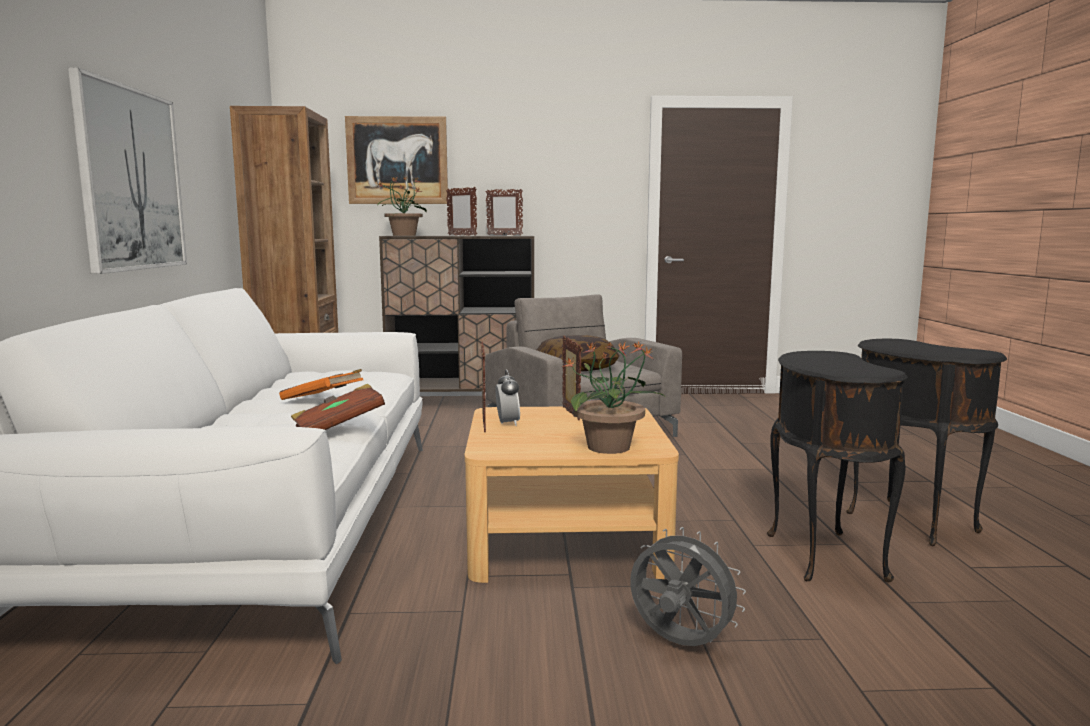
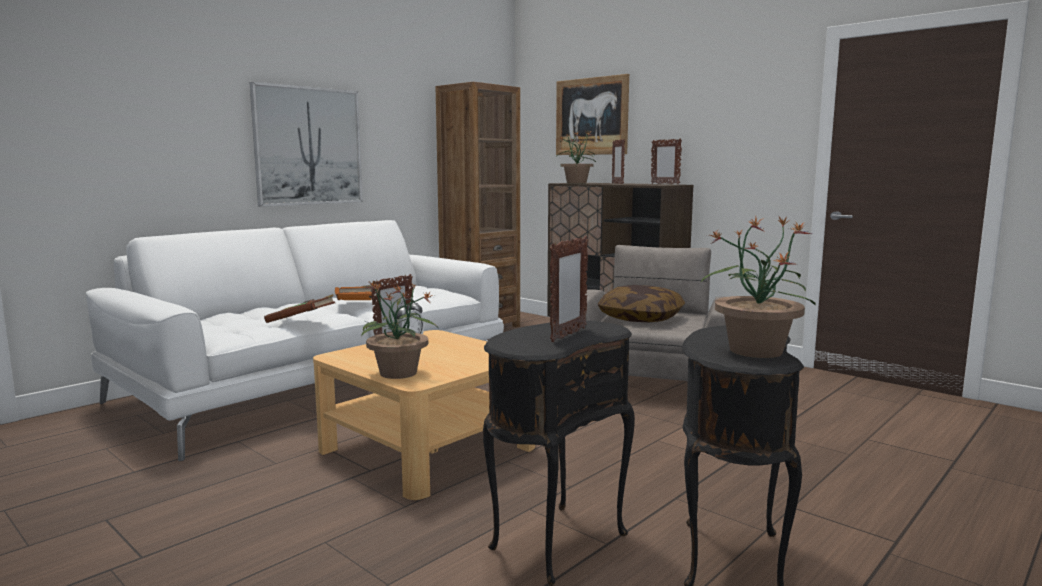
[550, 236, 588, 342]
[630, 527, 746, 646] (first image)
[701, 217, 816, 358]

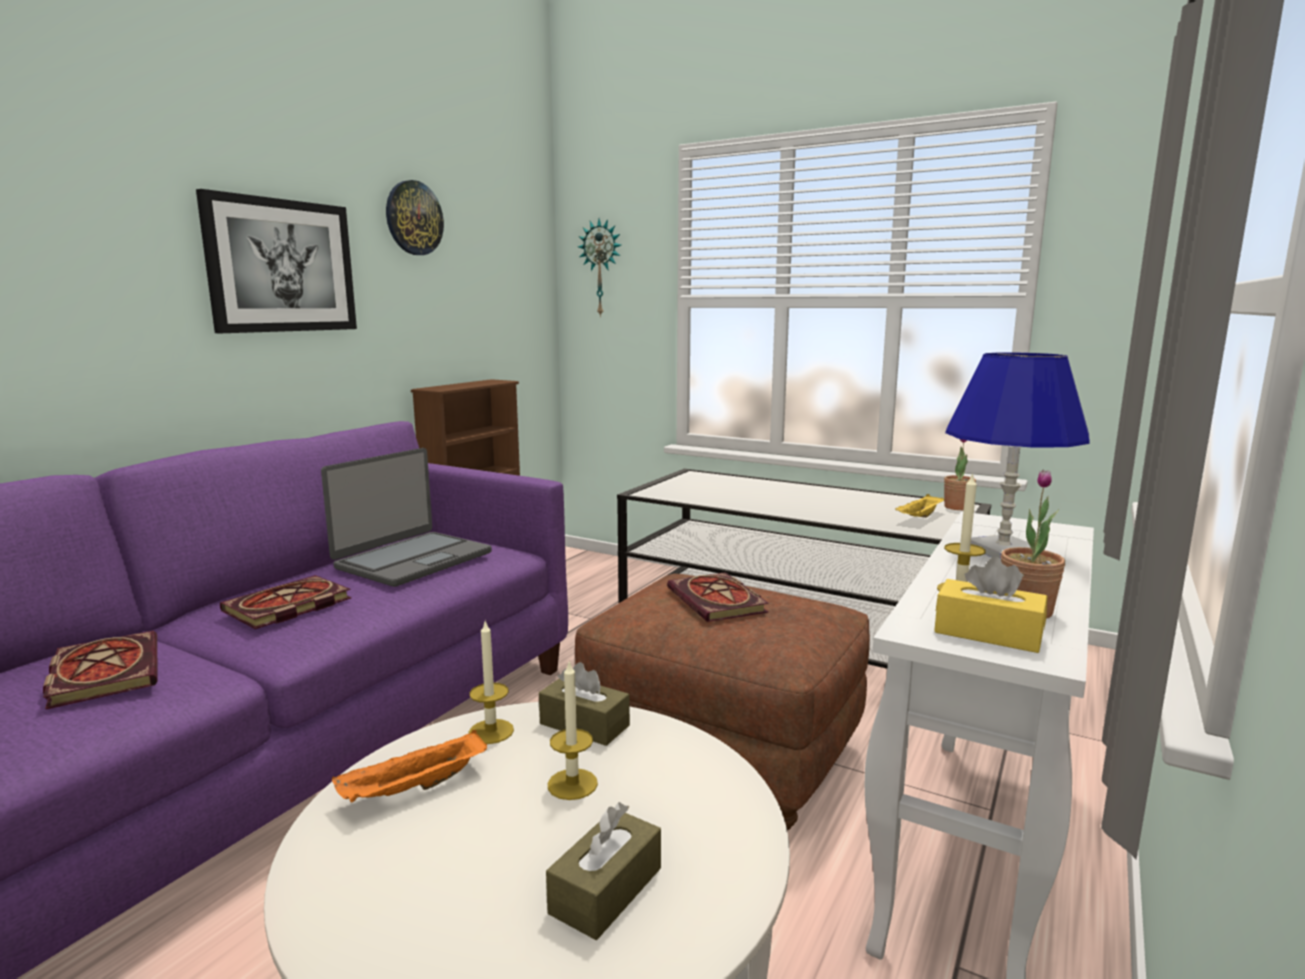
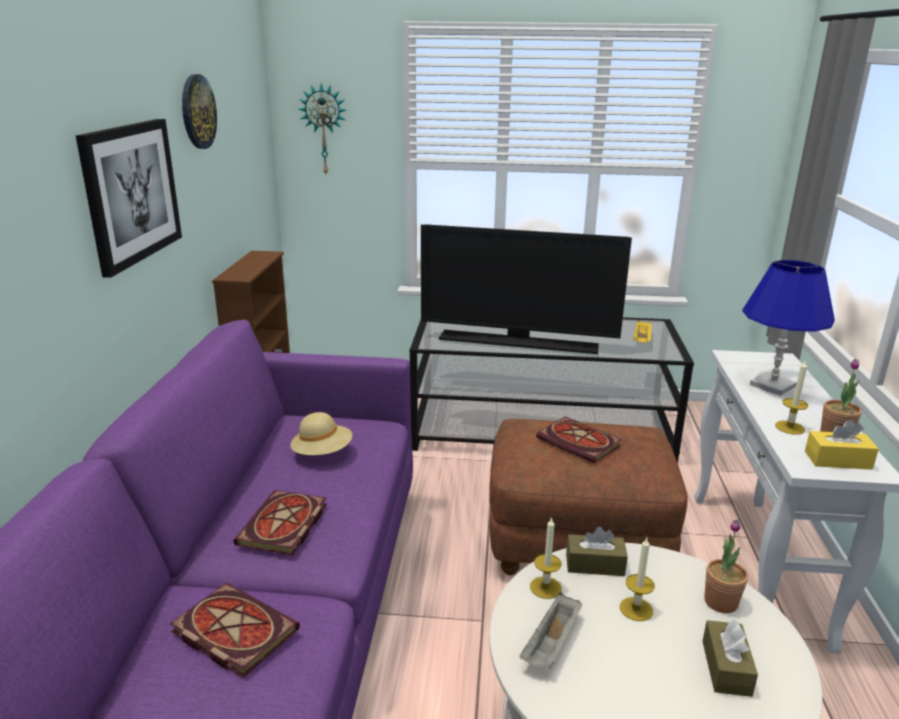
[290, 412, 352, 455]
[519, 593, 582, 668]
[704, 520, 748, 613]
[421, 224, 632, 354]

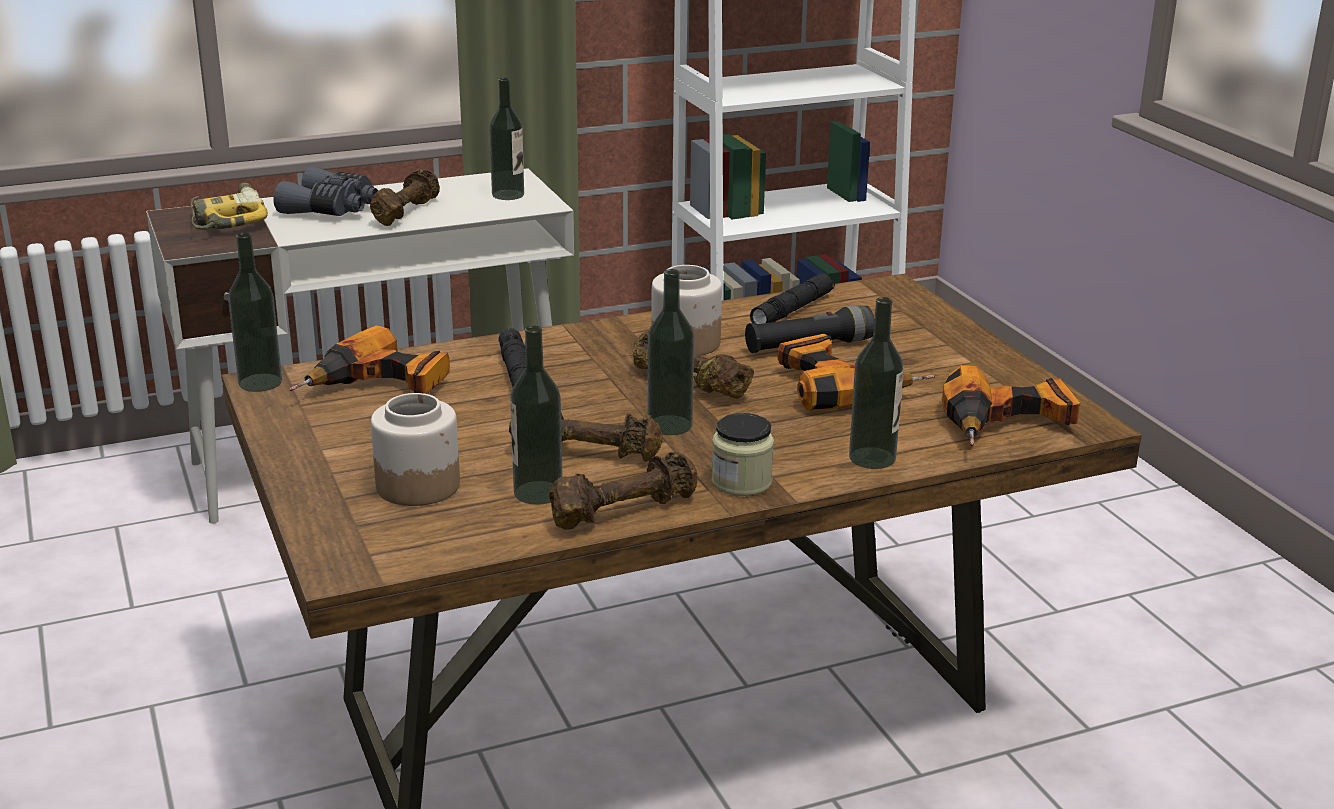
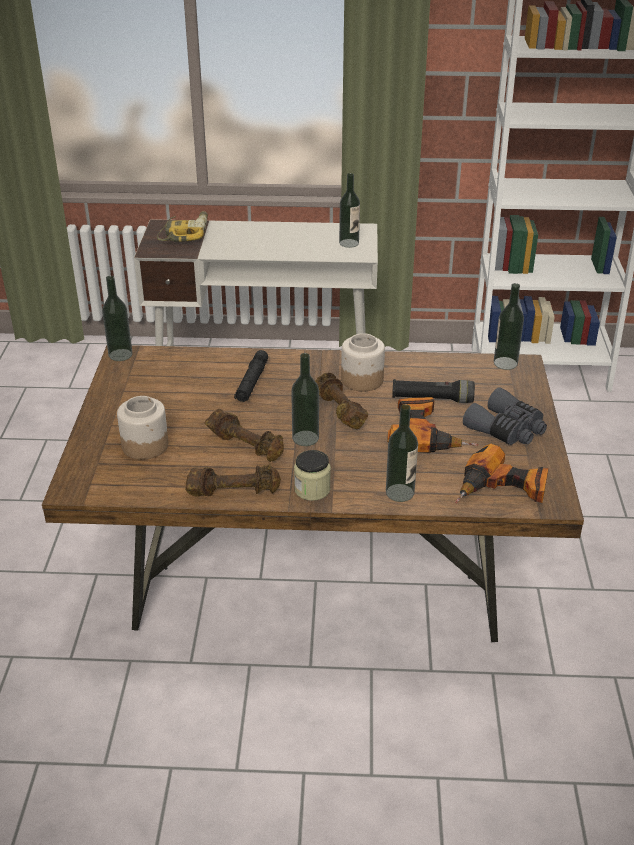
[463, 387, 547, 445]
[289, 325, 450, 394] (first image)
[370, 169, 440, 226] (first image)
[494, 283, 524, 370]
[750, 274, 835, 325] (first image)

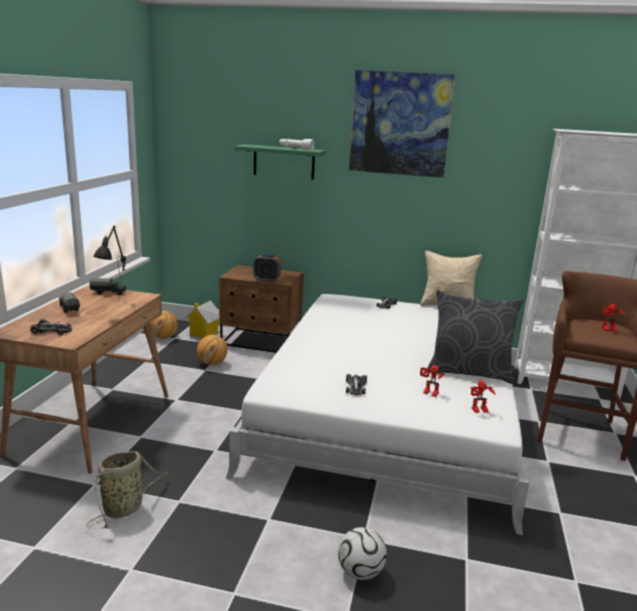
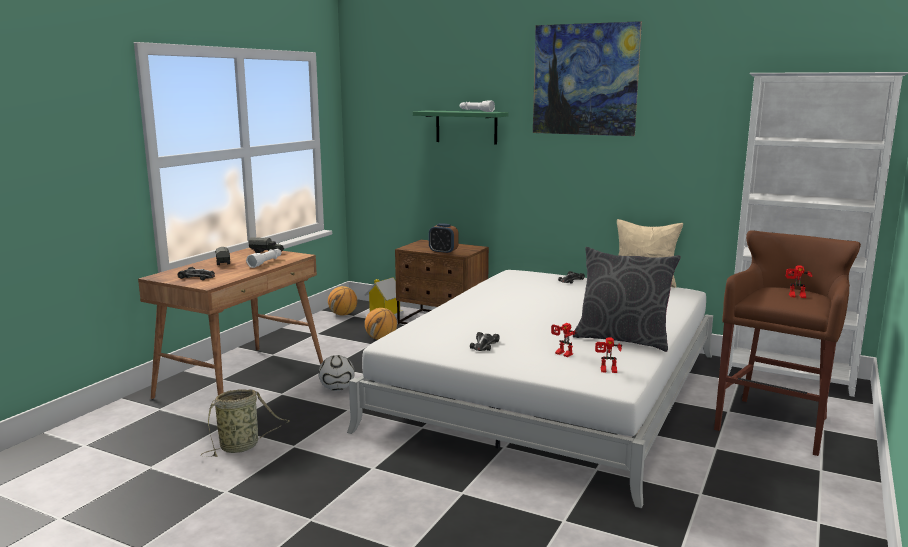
[246, 249, 281, 268]
[319, 355, 355, 391]

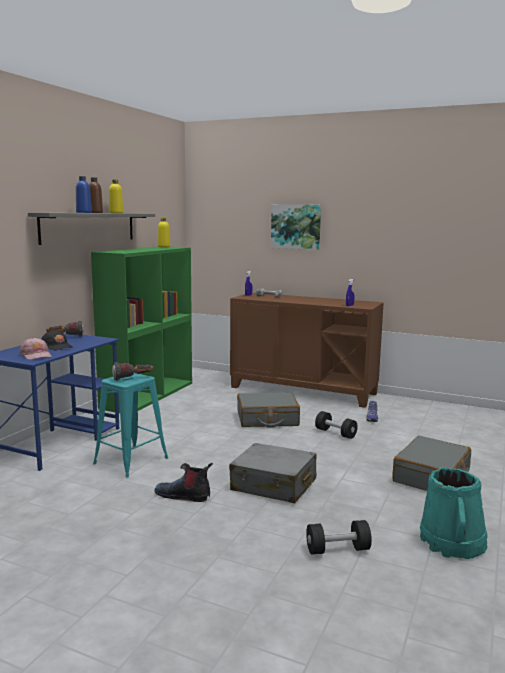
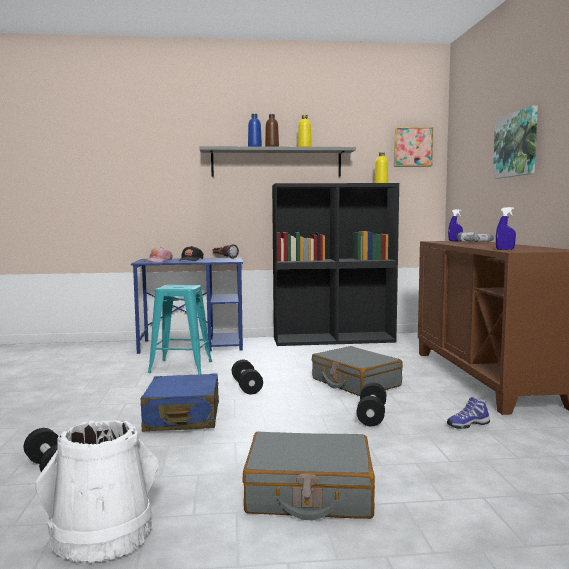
[272, 183, 399, 346]
[112, 362, 153, 381] (first image)
[154, 463, 213, 502] (first image)
[140, 373, 219, 431]
[35, 420, 159, 563]
[232, 360, 263, 395]
[394, 127, 433, 167]

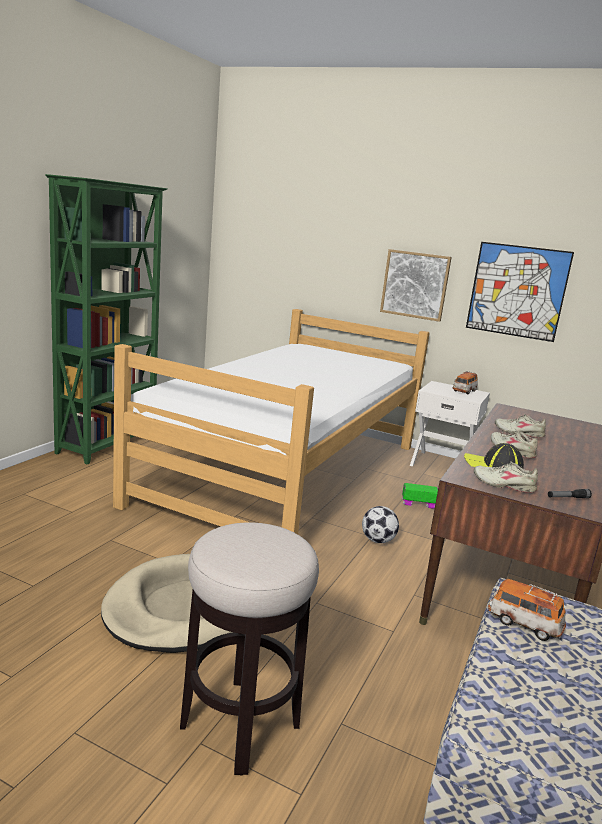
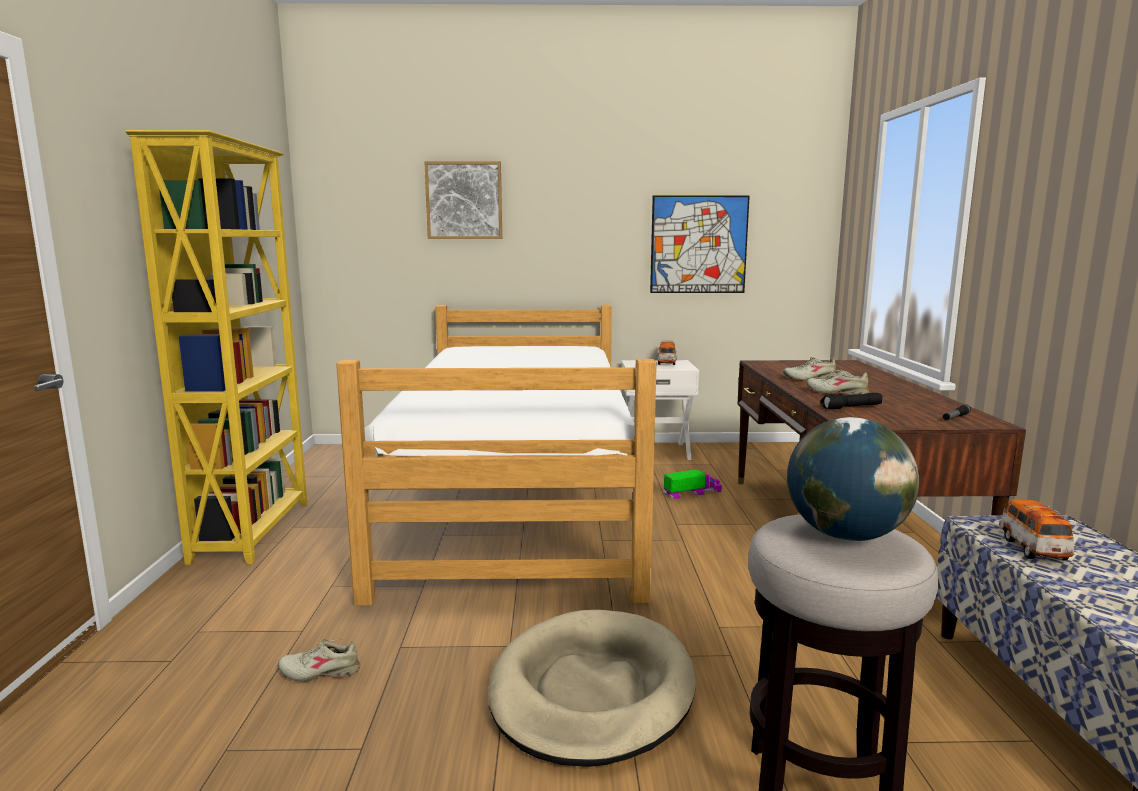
[125, 130, 308, 565]
[362, 506, 399, 543] (first image)
[424, 161, 502, 239]
[820, 393, 883, 409]
[278, 639, 361, 682]
[999, 499, 1074, 561]
[787, 417, 919, 541]

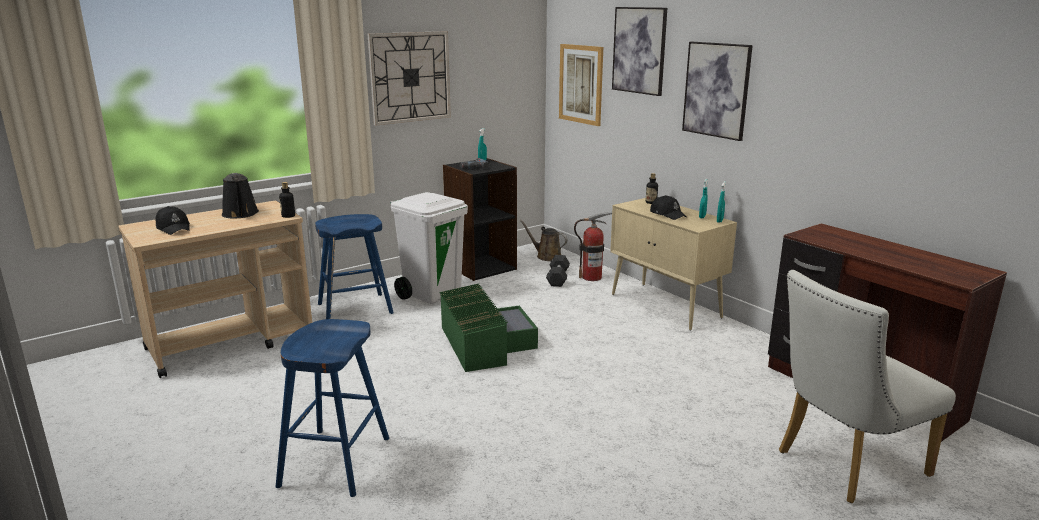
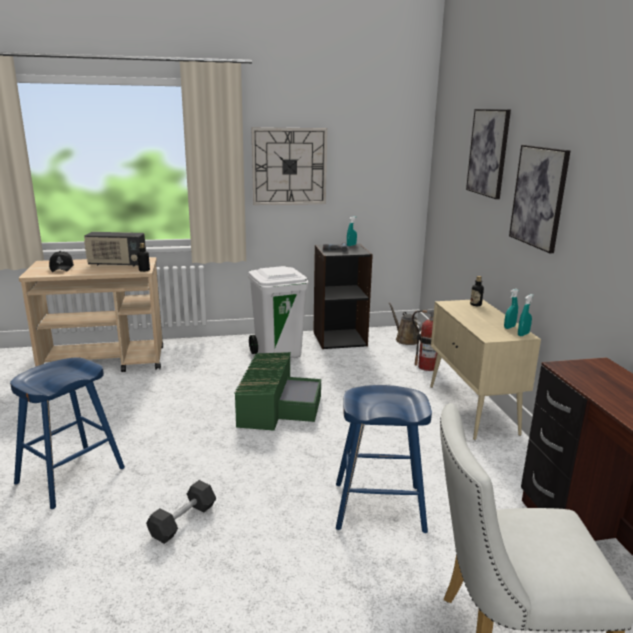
[84, 232, 146, 266]
[336, 385, 432, 533]
[146, 480, 216, 544]
[559, 44, 603, 126] (first image)
[650, 195, 687, 220] (first image)

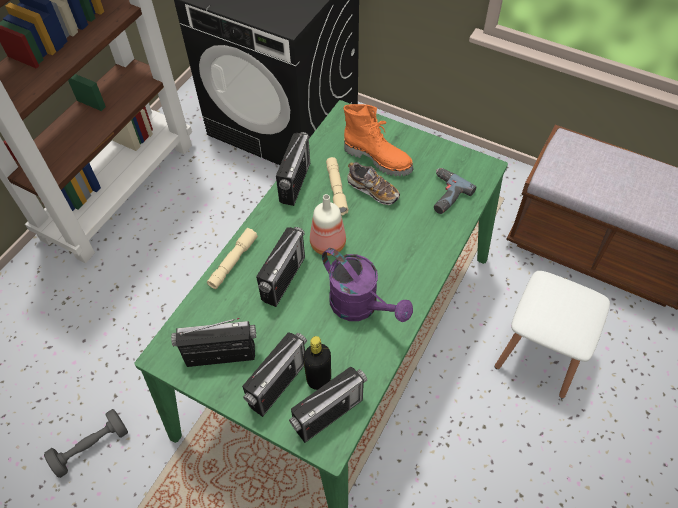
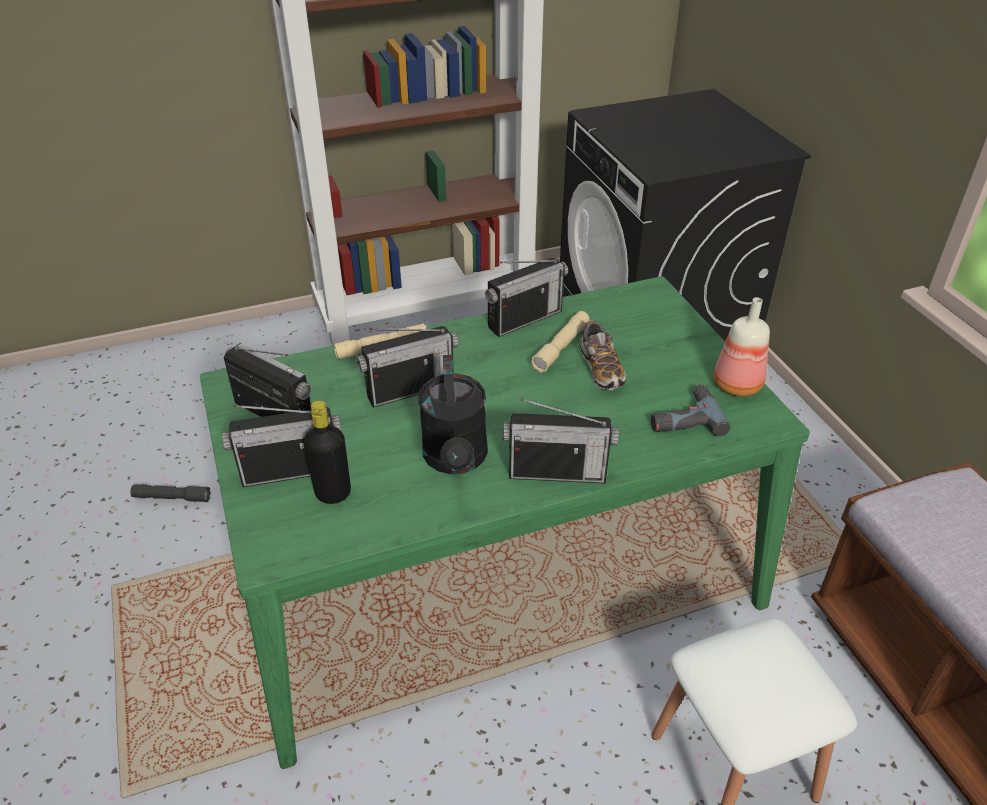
[130, 484, 211, 502]
[503, 399, 618, 483]
[713, 297, 770, 396]
[418, 355, 488, 474]
[343, 104, 413, 176] (first image)

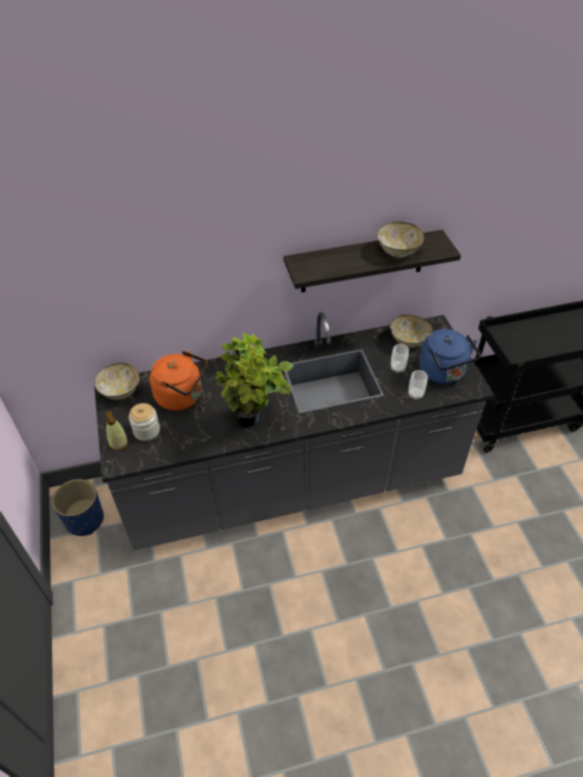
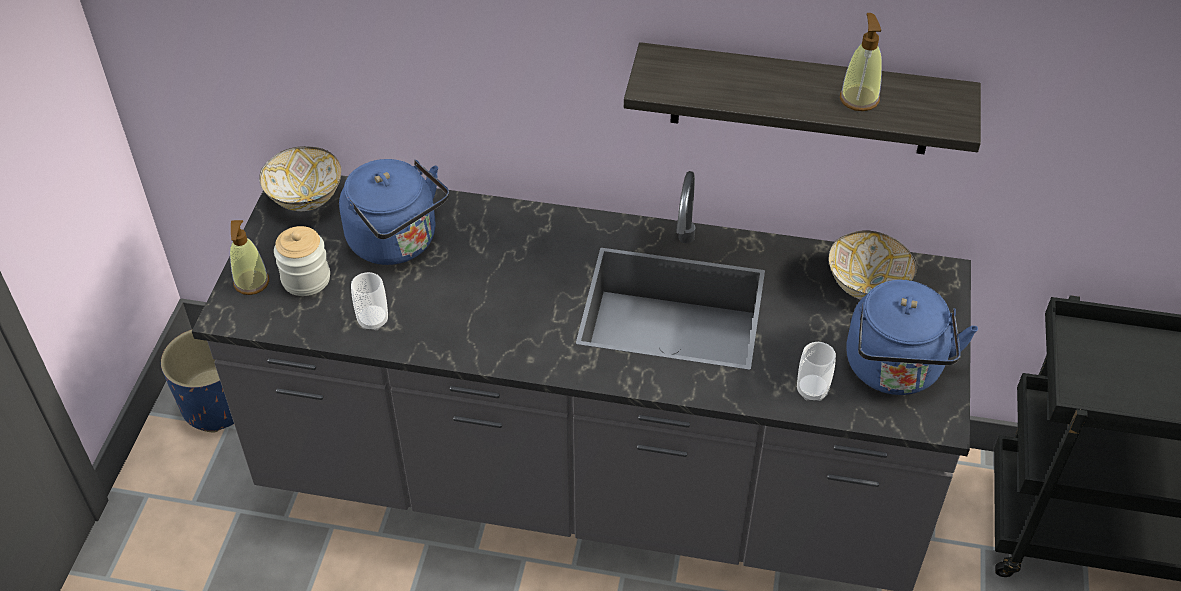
[339, 159, 449, 265]
[216, 332, 293, 427] (first image)
[840, 13, 882, 111]
[351, 272, 388, 330]

